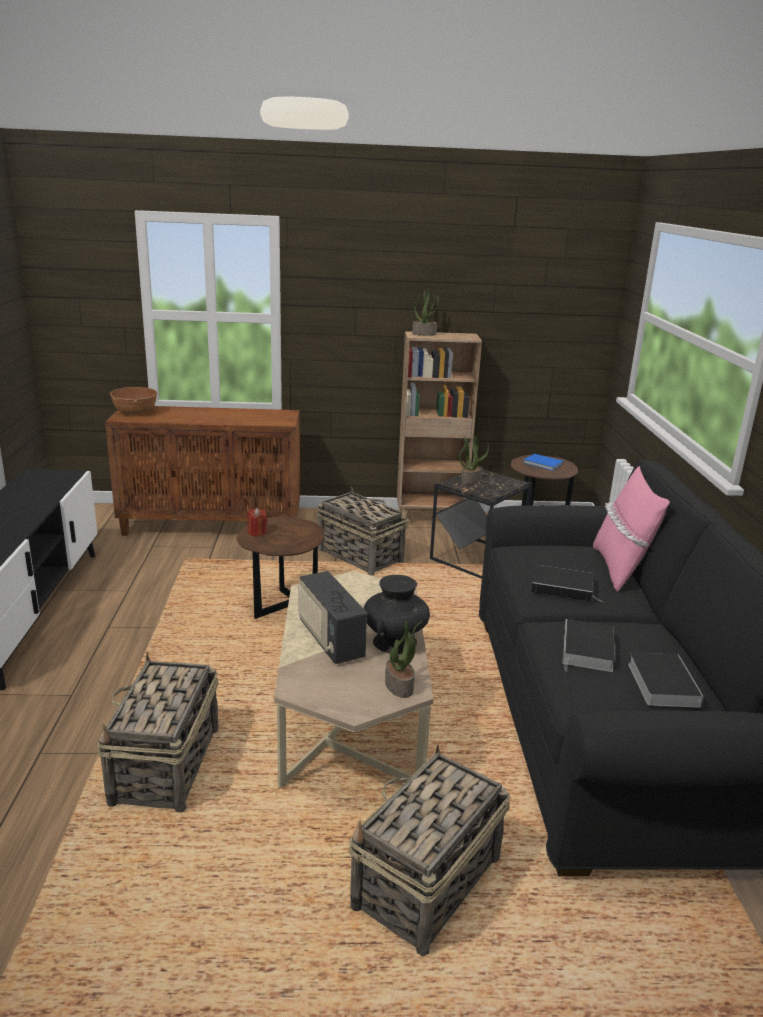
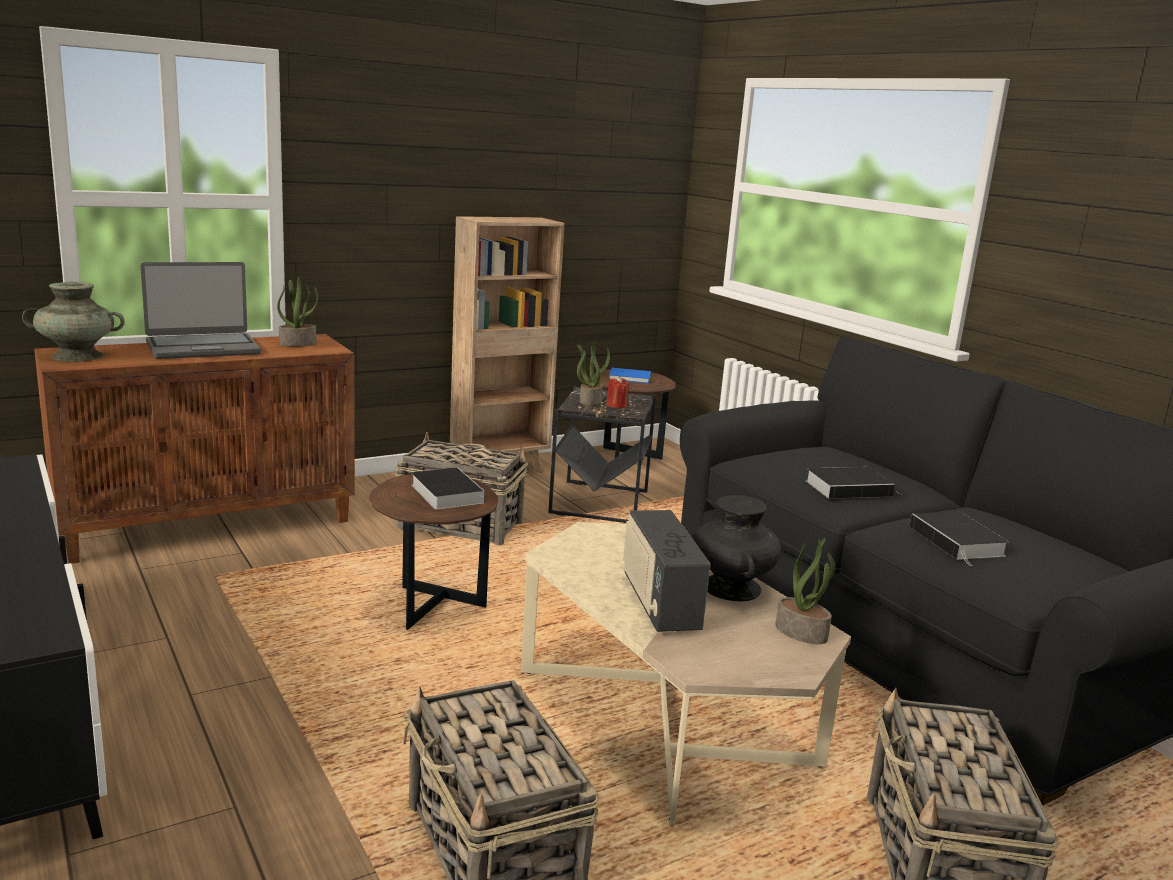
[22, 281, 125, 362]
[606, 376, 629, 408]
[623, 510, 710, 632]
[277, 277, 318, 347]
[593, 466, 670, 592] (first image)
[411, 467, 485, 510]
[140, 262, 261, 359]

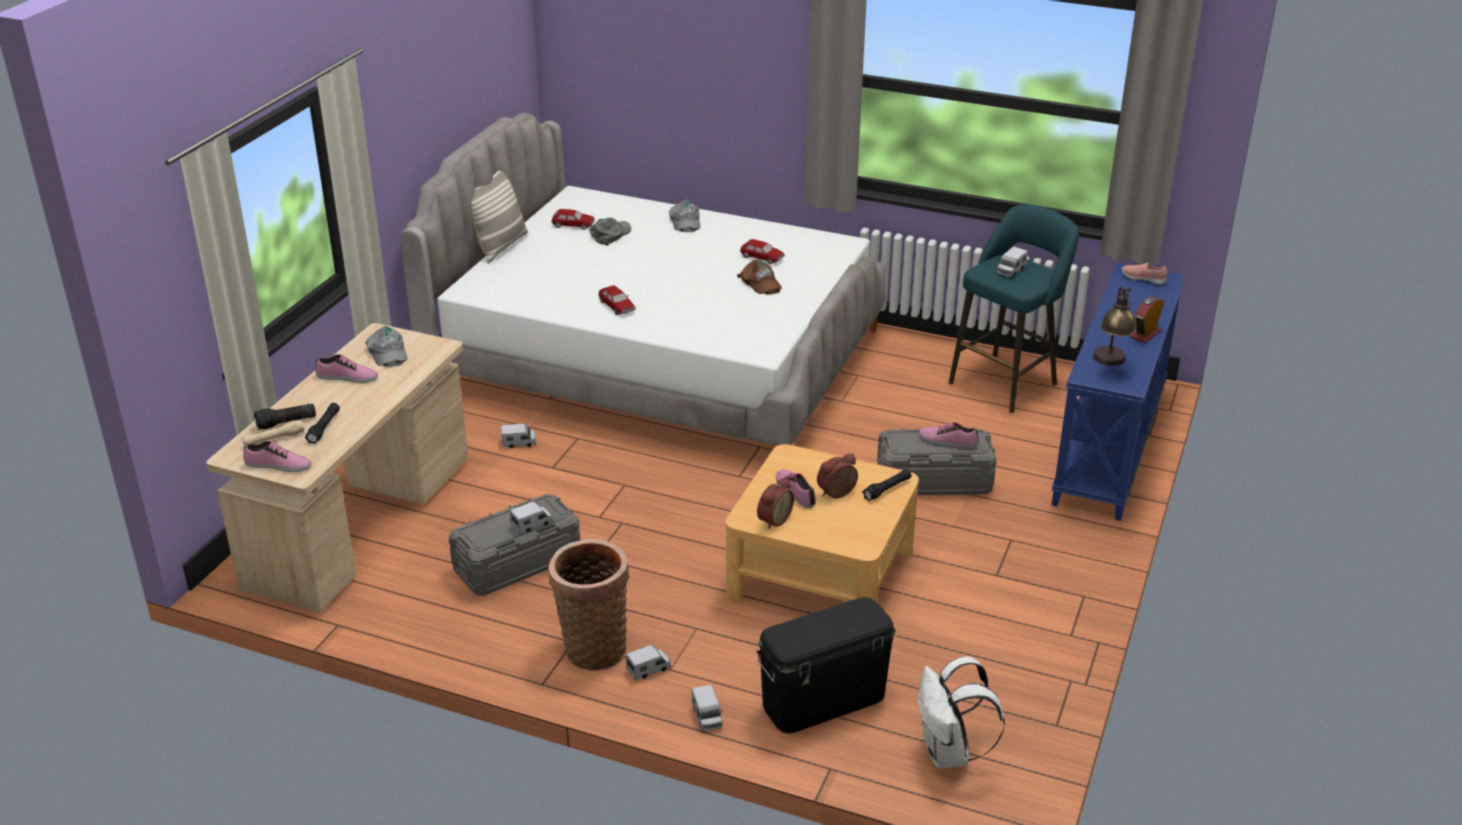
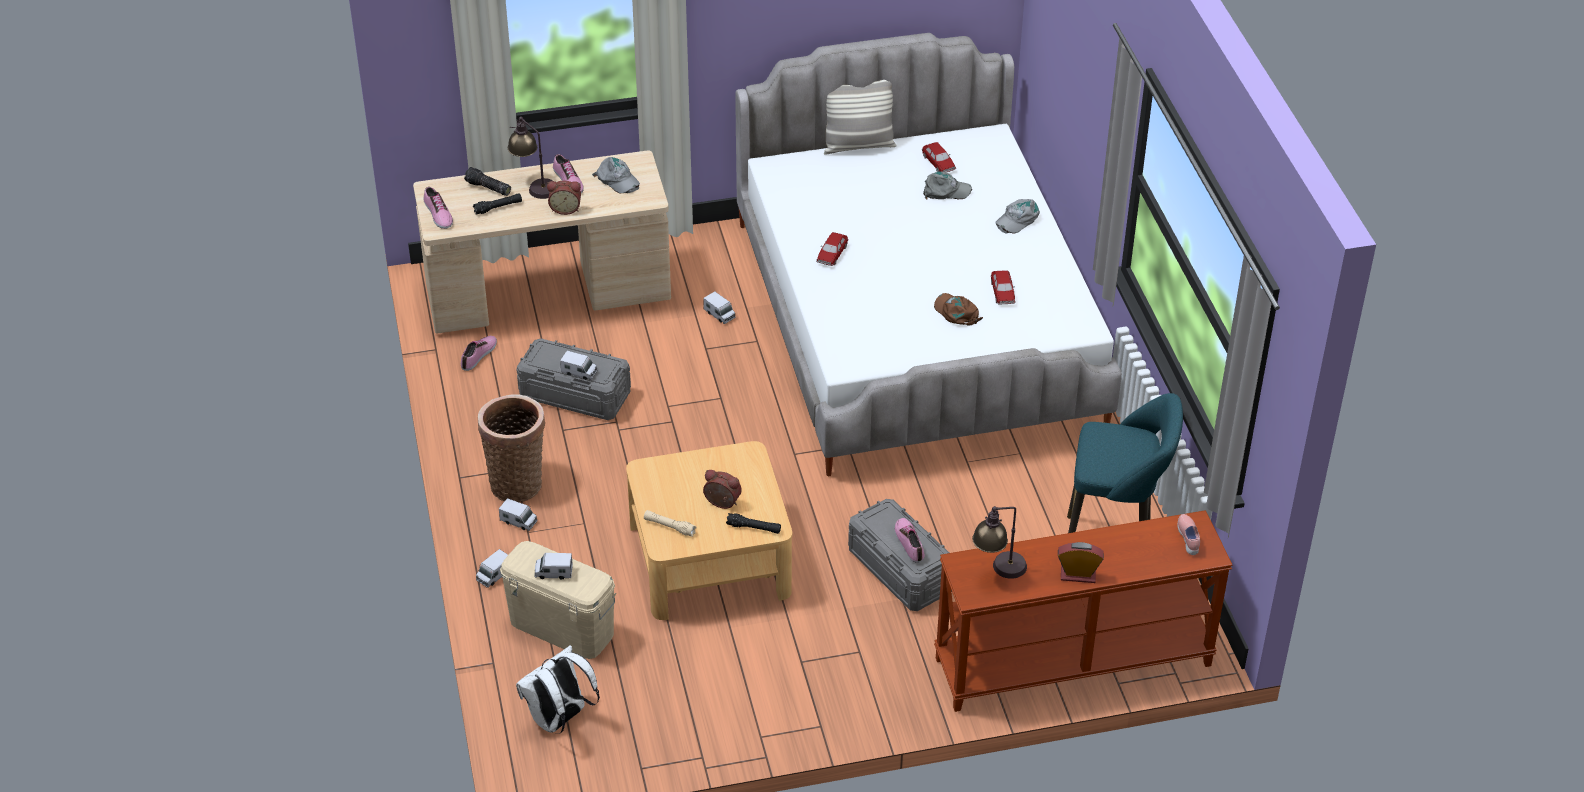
[644, 510, 697, 537]
[592, 157, 640, 194]
[934, 293, 983, 326]
[547, 181, 581, 215]
[500, 541, 616, 659]
[461, 336, 497, 371]
[534, 553, 573, 580]
[934, 510, 1233, 712]
[508, 116, 553, 199]

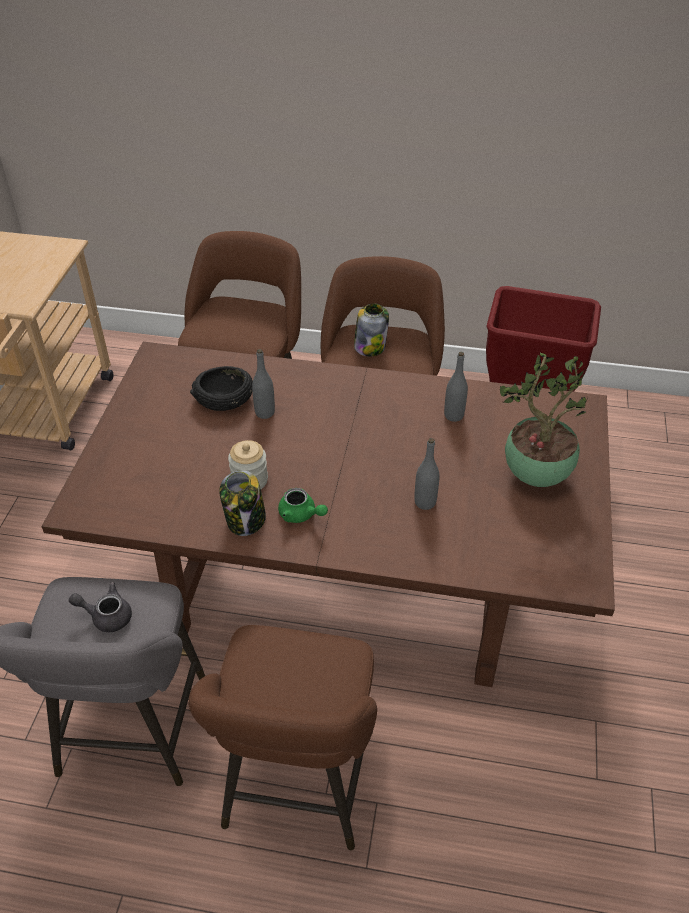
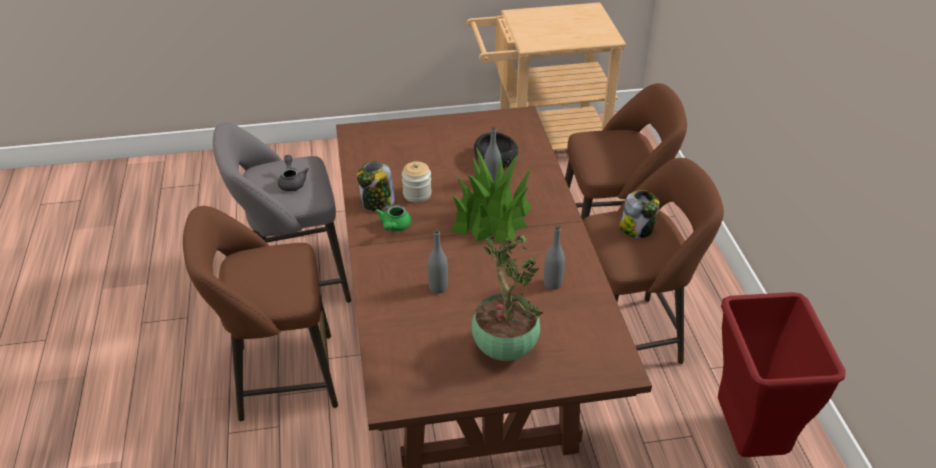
[451, 147, 531, 244]

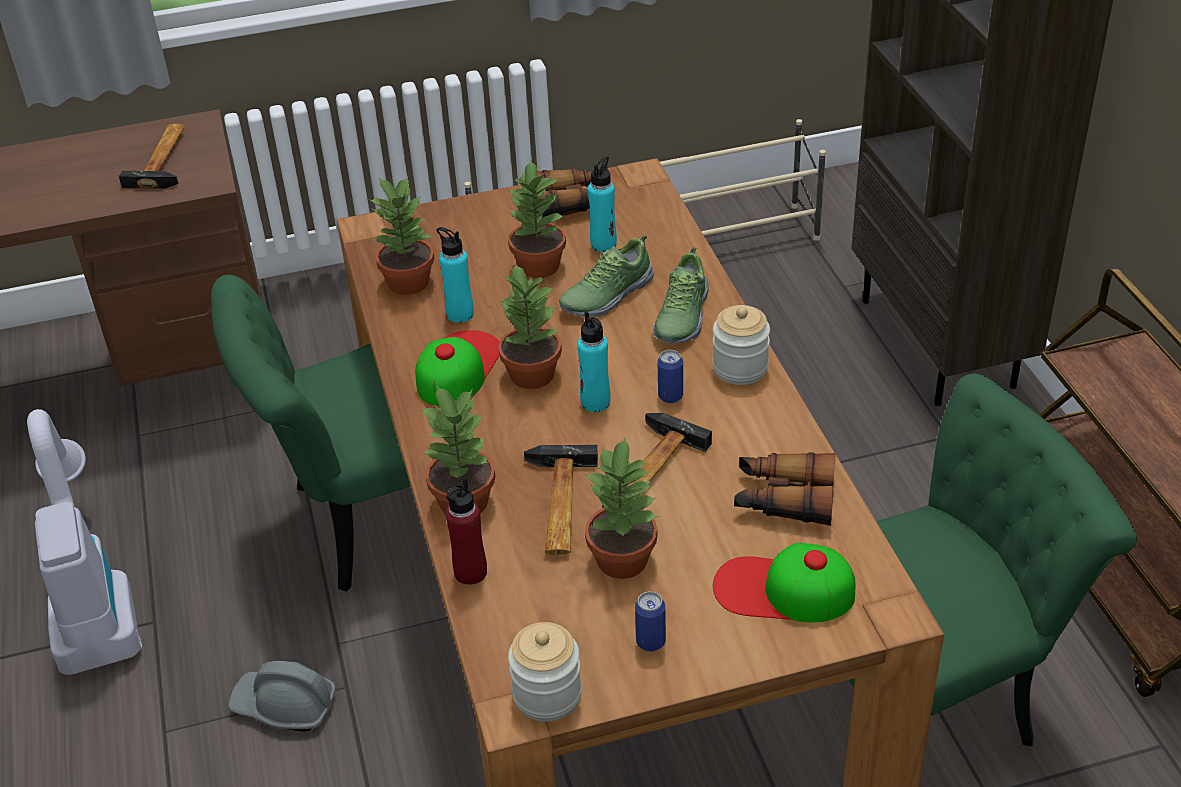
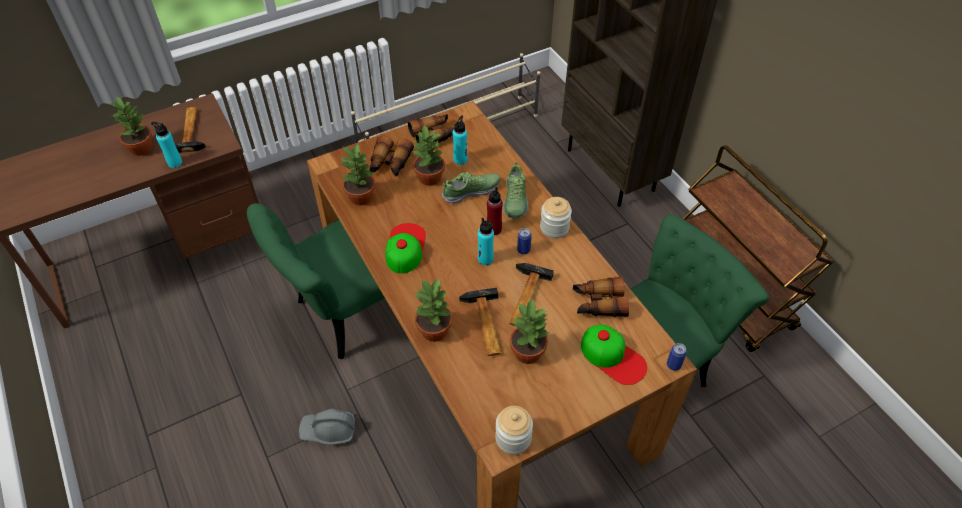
[27, 409, 143, 675] (first image)
[151, 122, 182, 168]
[487, 187, 503, 235]
[110, 96, 152, 156]
[442, 172, 500, 204]
[667, 343, 687, 371]
[581, 325, 647, 385]
[369, 135, 414, 176]

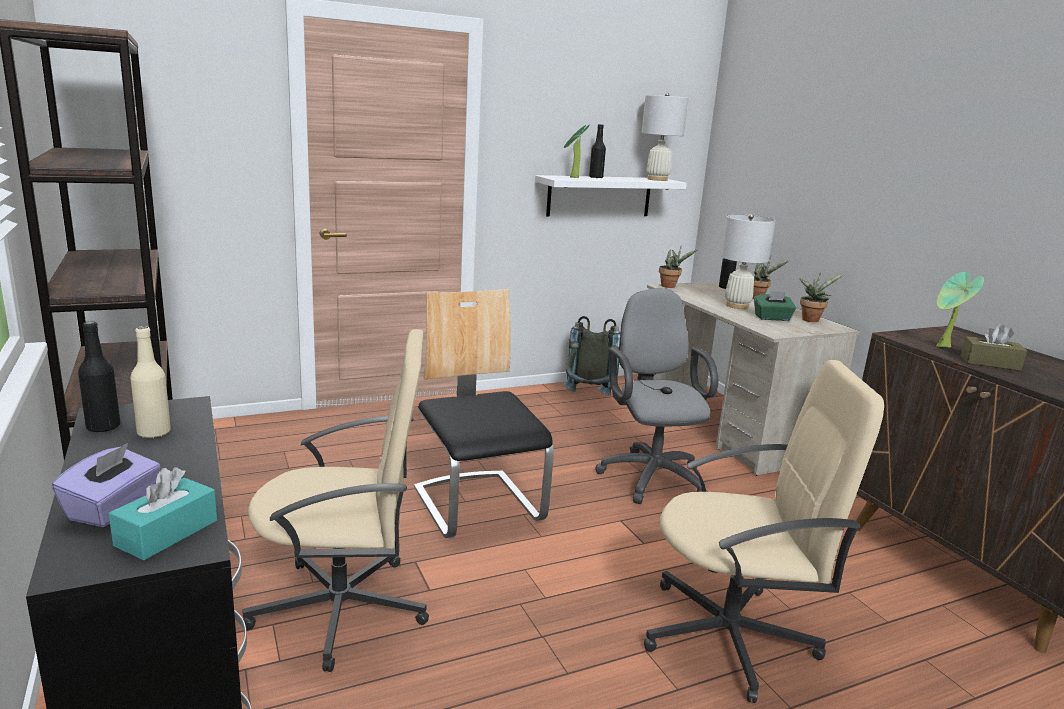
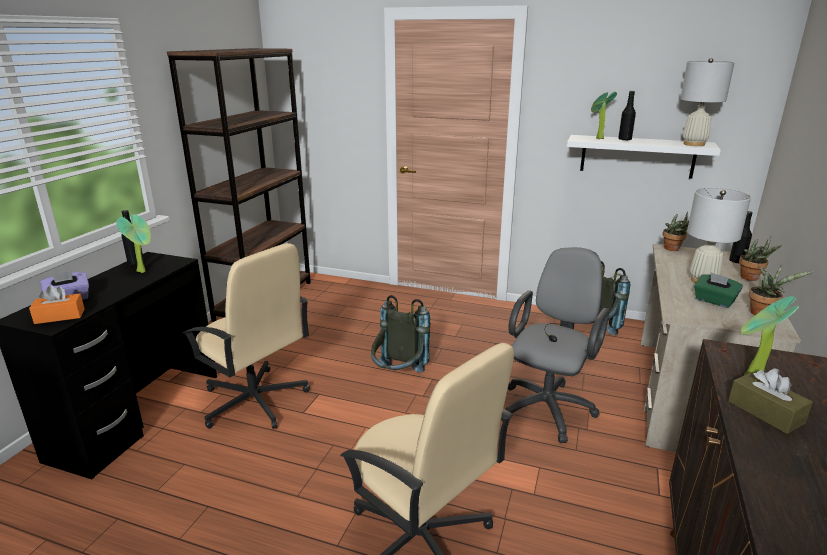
[29, 285, 85, 324]
[116, 214, 151, 273]
[371, 295, 430, 373]

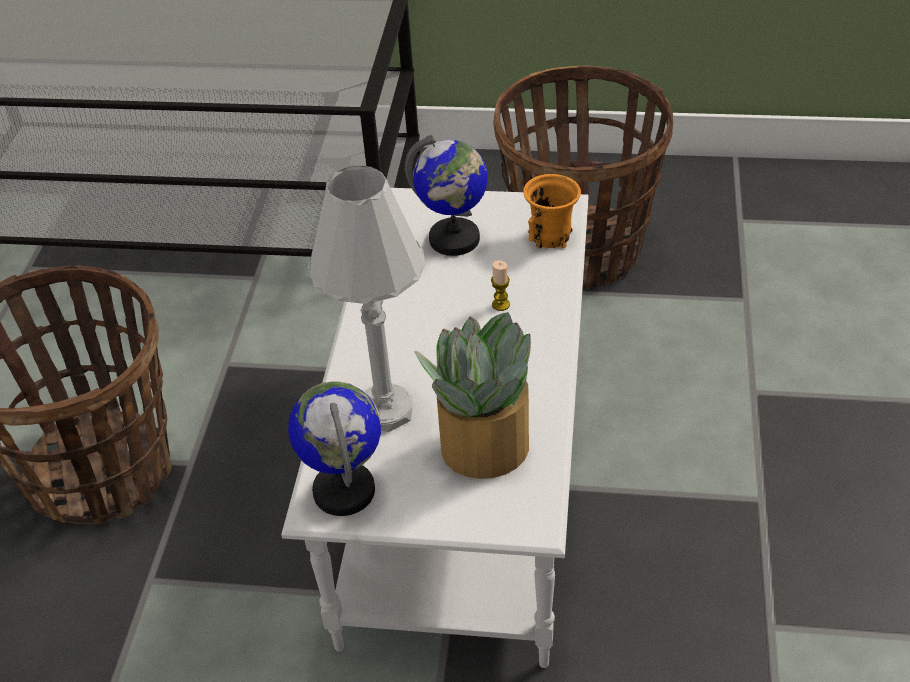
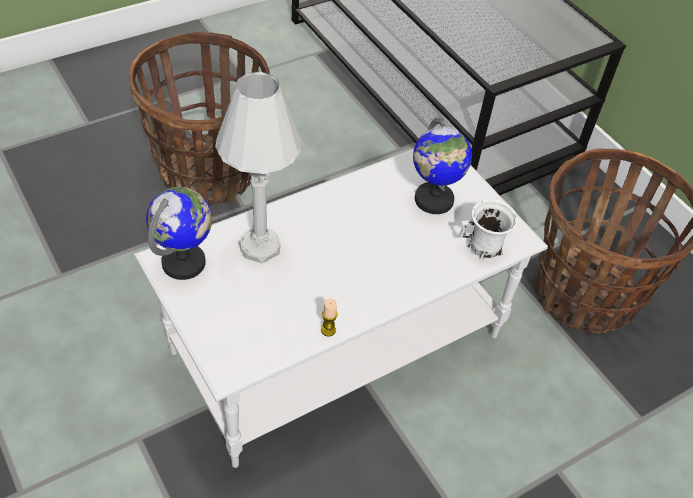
[414, 312, 531, 479] (first image)
[321, 298, 338, 336]
[459, 199, 518, 260]

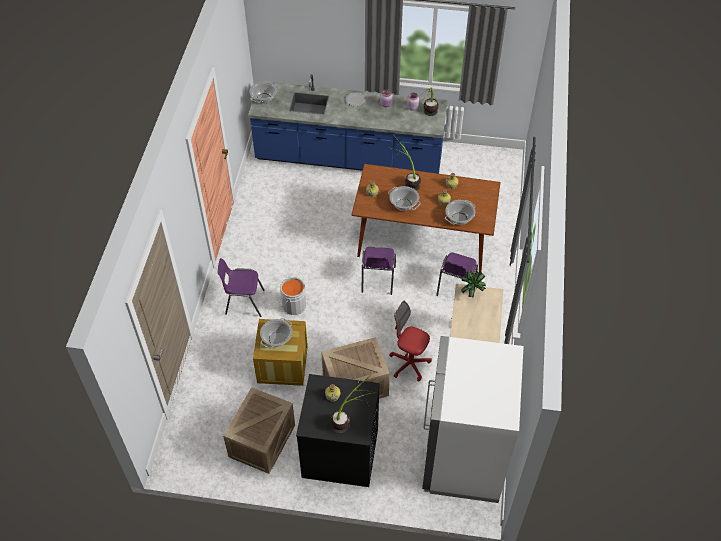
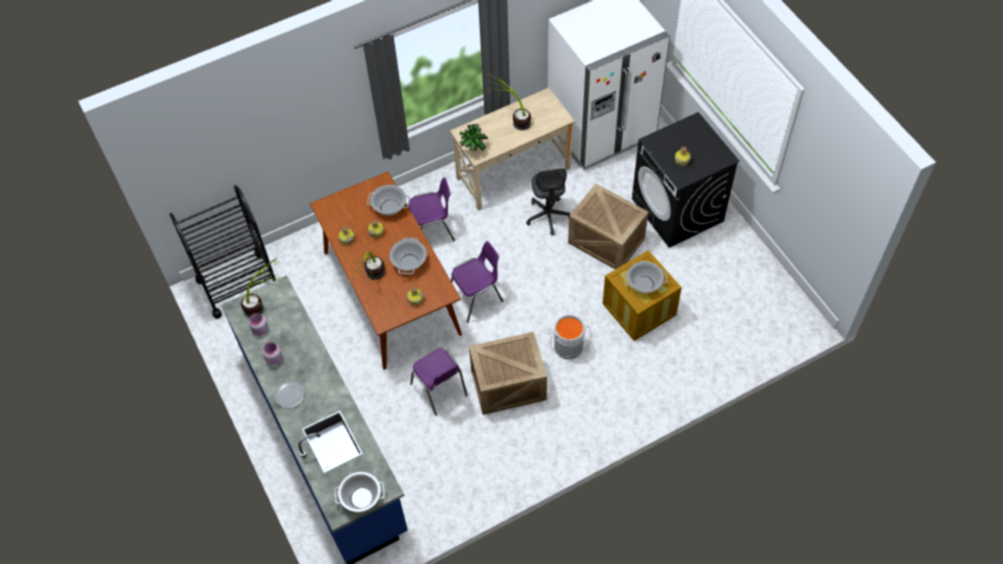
[410, 348, 468, 416]
[469, 332, 547, 415]
[488, 73, 531, 130]
[526, 168, 570, 235]
[169, 185, 276, 319]

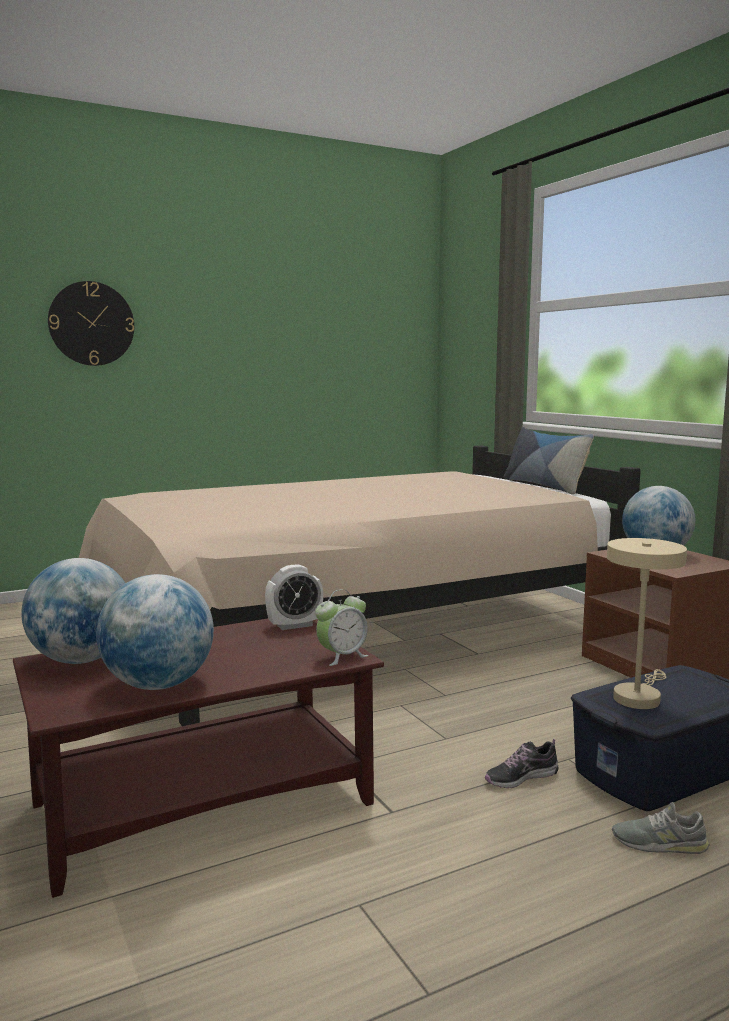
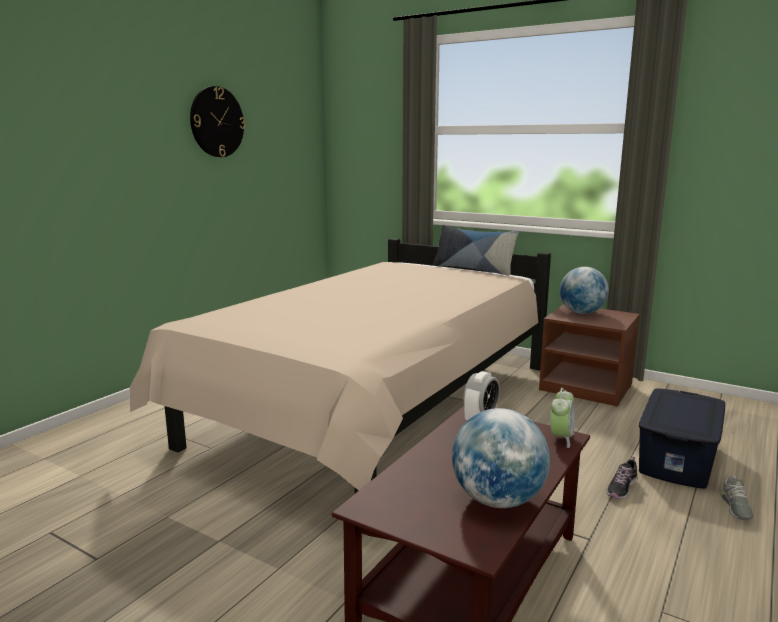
[22, 558, 125, 664] (first image)
[190, 86, 245, 157]
[607, 538, 687, 709] (first image)
[720, 475, 753, 520]

